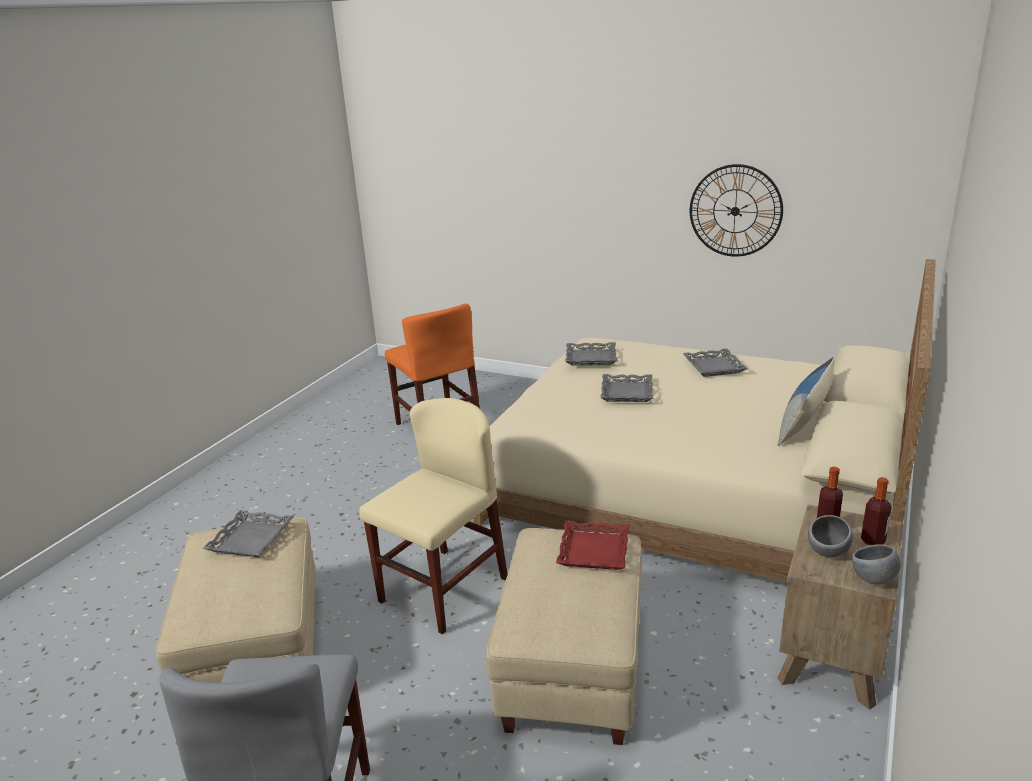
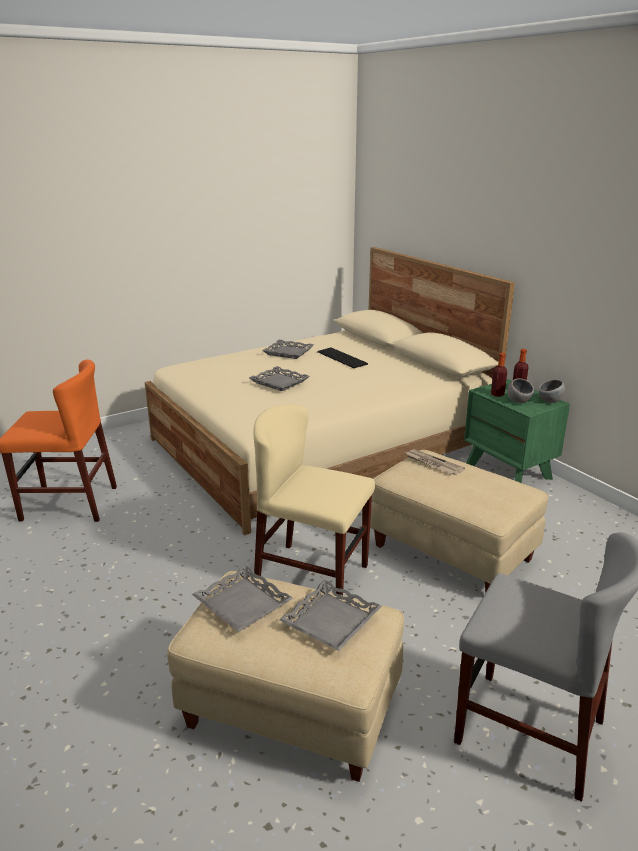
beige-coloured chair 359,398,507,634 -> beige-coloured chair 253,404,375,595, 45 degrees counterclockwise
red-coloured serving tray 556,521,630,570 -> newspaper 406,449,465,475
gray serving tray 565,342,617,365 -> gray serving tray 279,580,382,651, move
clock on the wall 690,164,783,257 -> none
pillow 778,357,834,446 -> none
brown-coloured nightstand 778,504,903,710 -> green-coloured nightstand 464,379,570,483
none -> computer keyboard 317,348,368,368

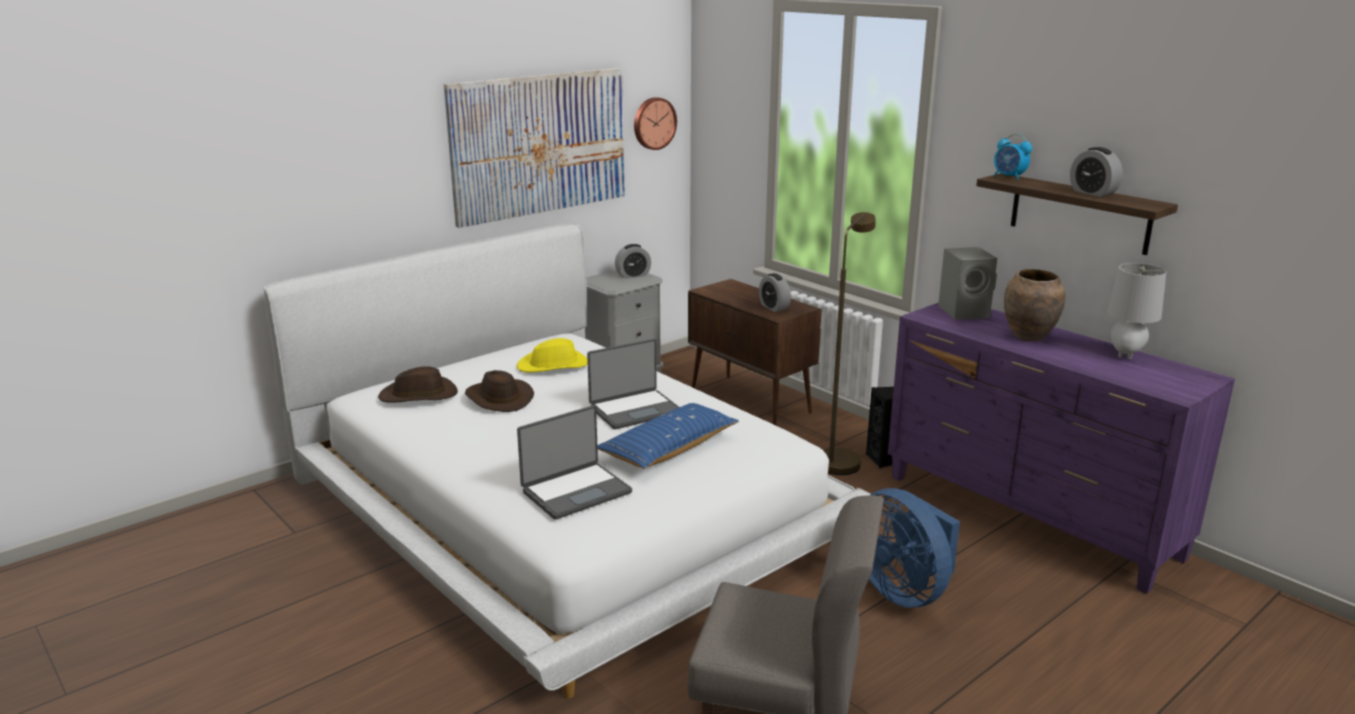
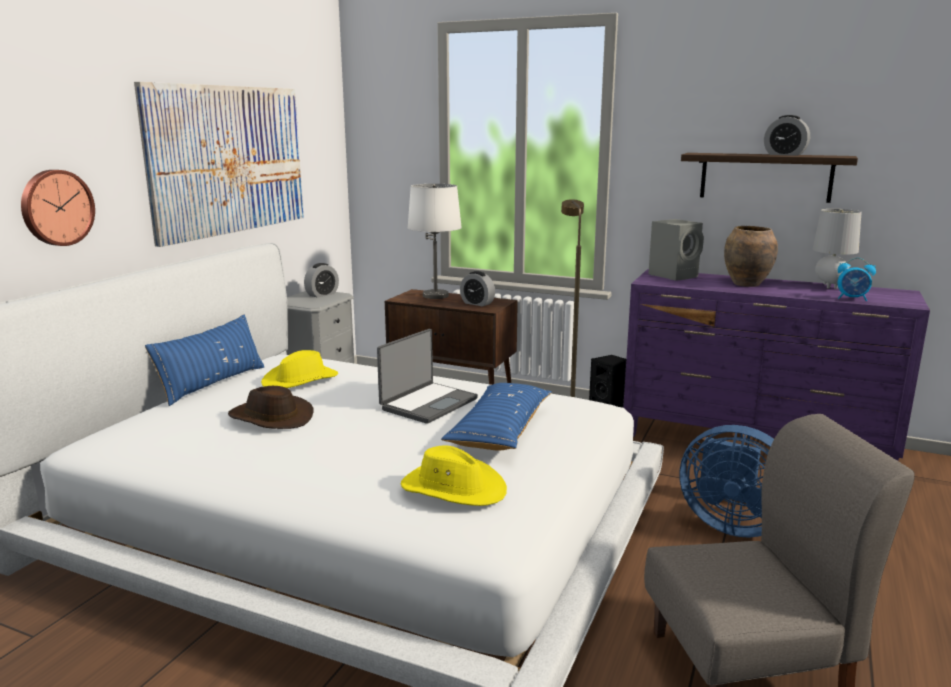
brown-coloured hat 378,366,458,403 -> none
laptop 517,405,632,520 -> yellowish hat 401,445,507,506
clock on the wall 634,97,677,150 -> clock on the wall 21,170,95,246, move
bedside clock 994,134,1032,180 -> bedside clock 838,258,876,301, move
none -> bluish pillow 145,314,264,406
none -> white table lamp 408,184,462,299

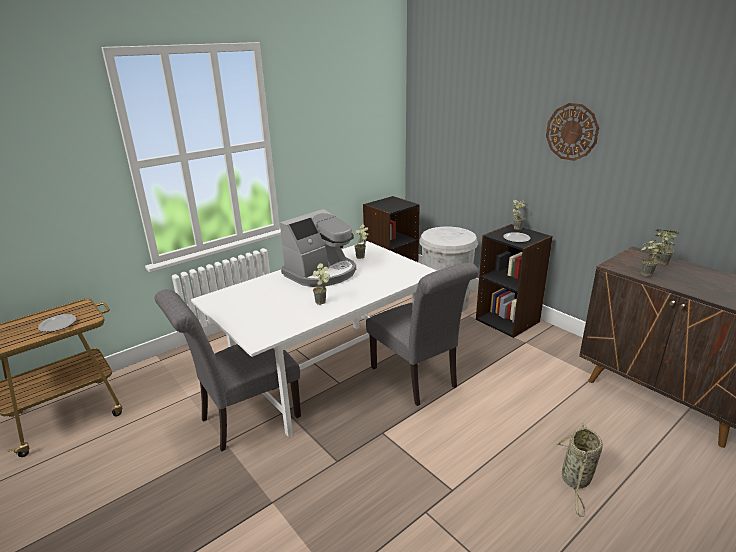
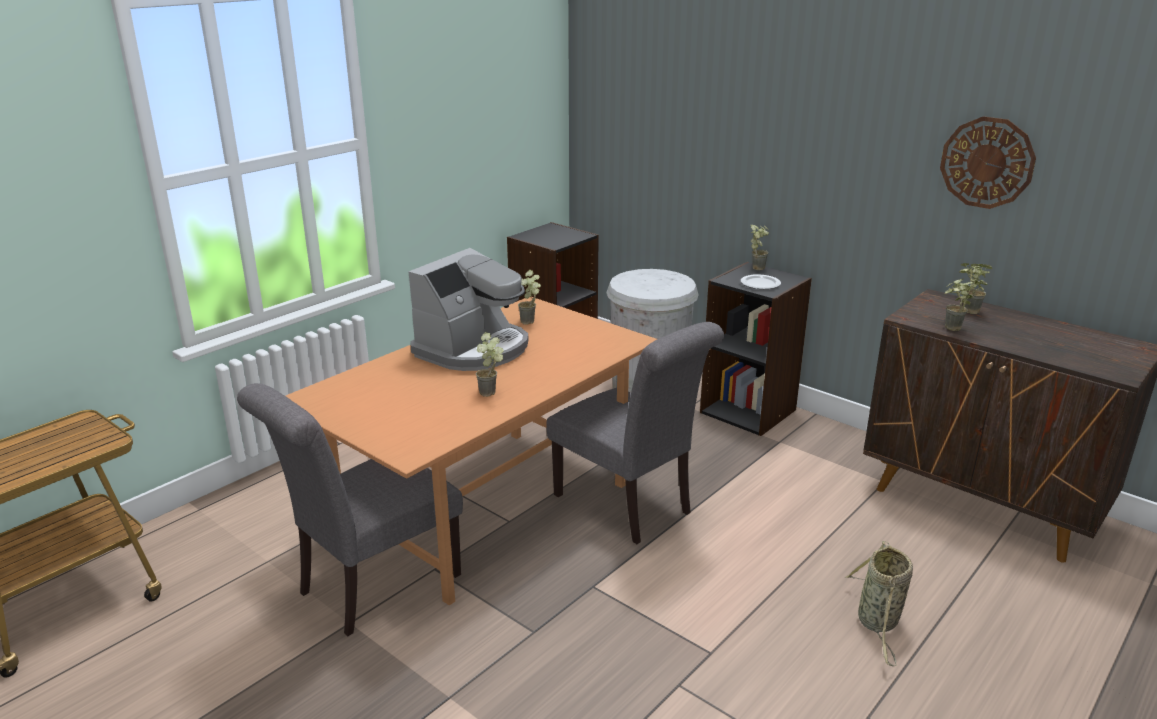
dinner plate 38,314,76,332 -> none
white dinner table 191,241,437,437 -> brown-coloured dinner table 286,297,657,606
clock on the wall 546,103,599,161 -> clock on the wall 940,116,1036,209, move

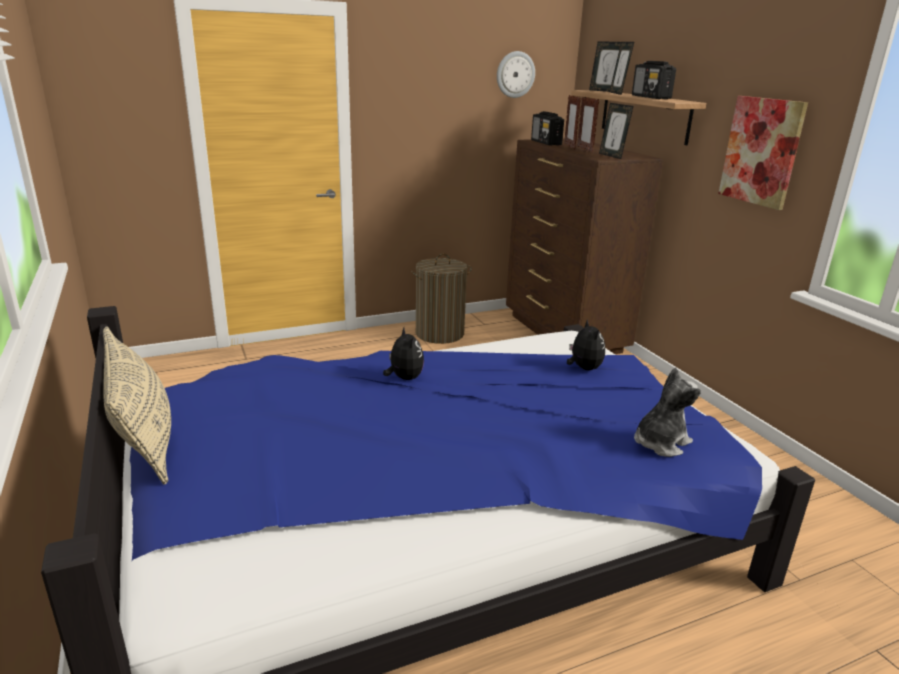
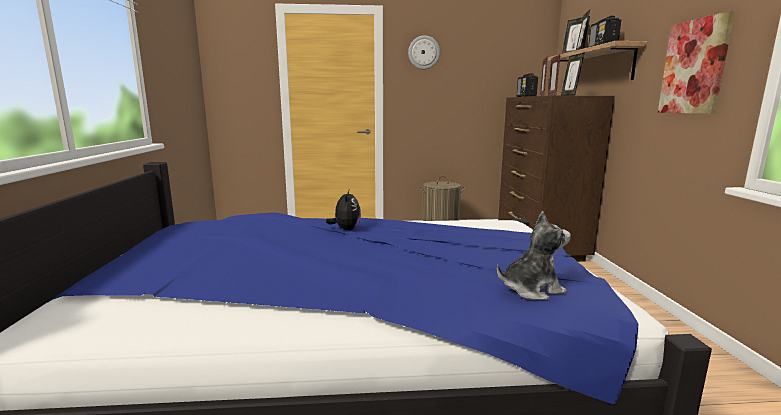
beige-coloured pillow 103,326,171,485 -> none
clock on the wall 497,51,535,98 -> clock on the wall 408,35,440,69, move
plush toy 567,319,605,370 -> none

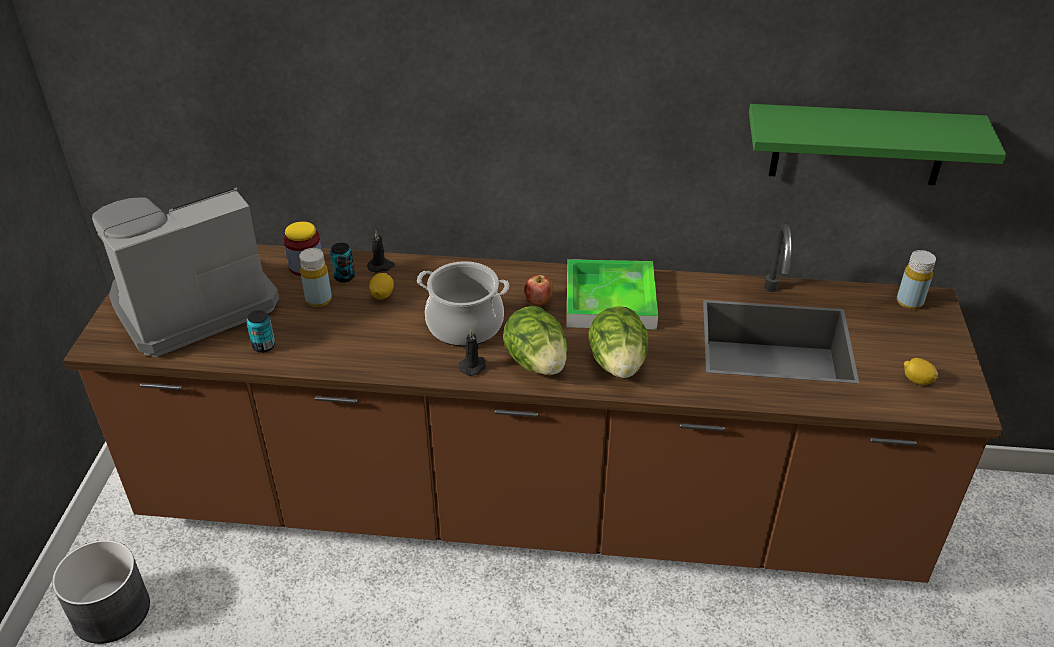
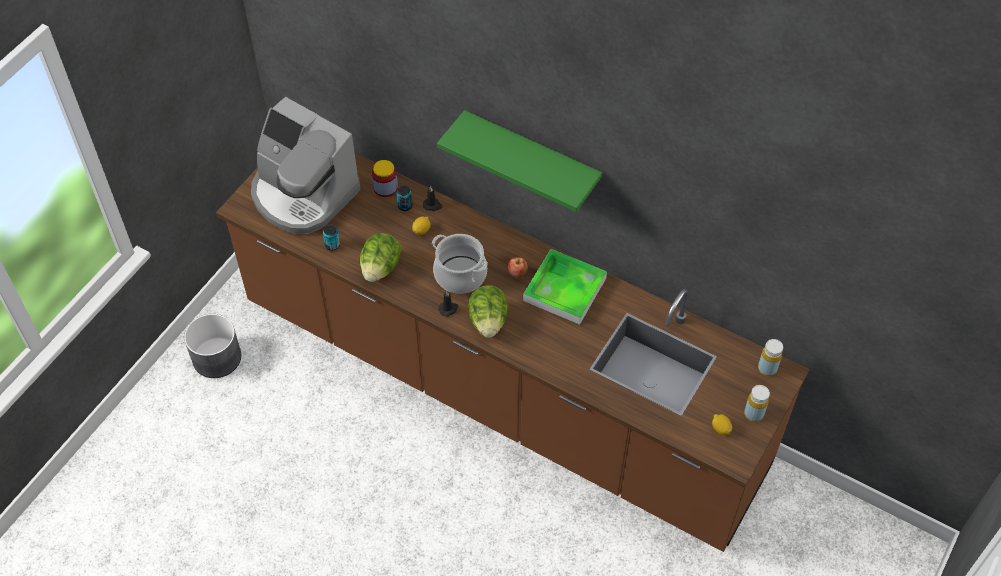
coffee maker 92,188,279,357 -> coffee maker 251,97,361,234, 135 degrees counterclockwise
yellowish beverage bottle 299,248,332,307 -> yellowish beverage bottle 744,385,770,422, move
lettuce 588,306,648,378 -> lettuce 360,233,402,282, move
green-coloured wall shelf 749,104,1006,185 -> green-coloured wall shelf 437,110,602,212, move

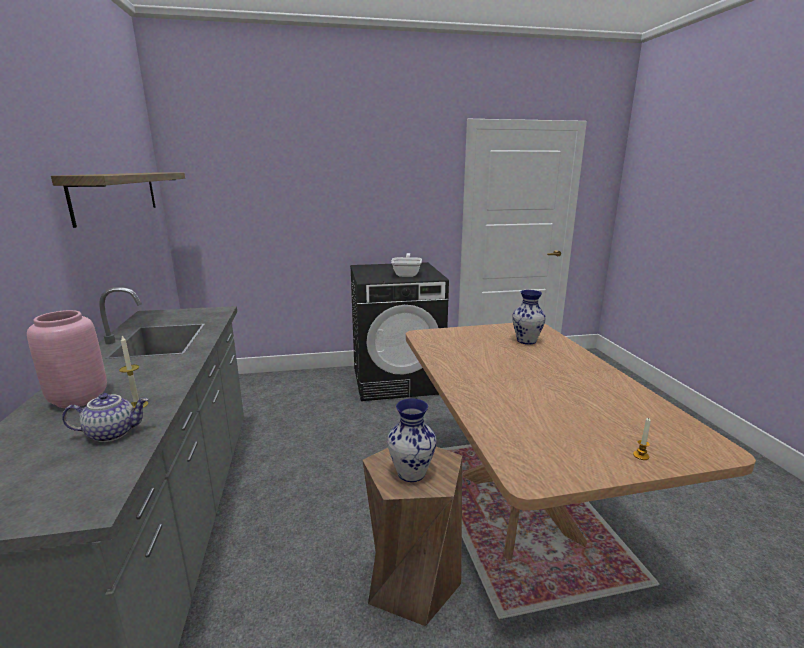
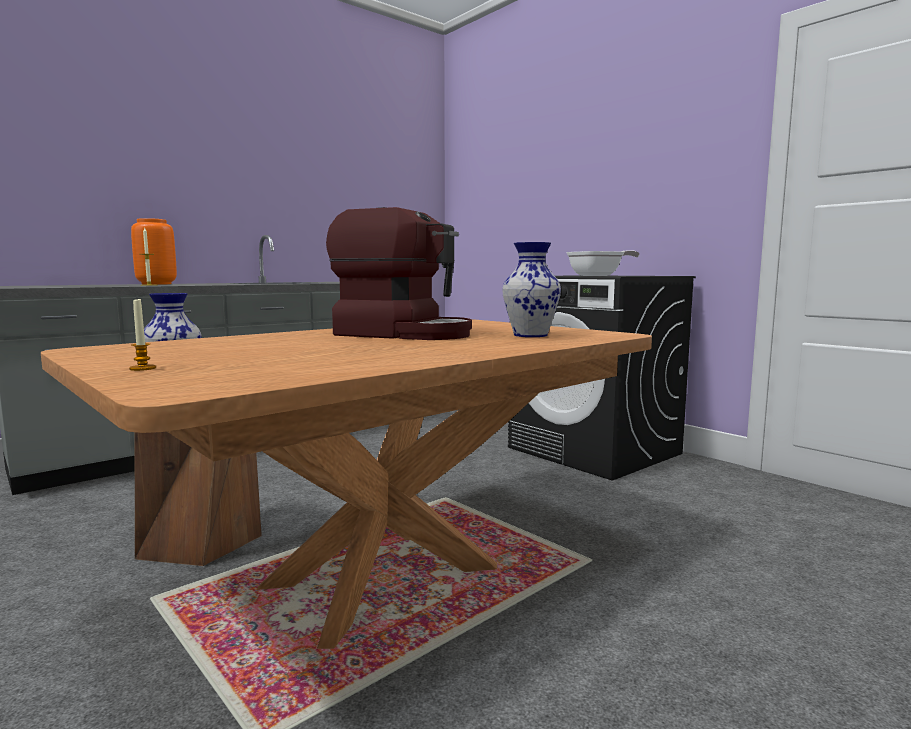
pink vase 27,310,107,408 -> orangey vase 131,218,177,285
wall shelf 51,173,185,228 -> none
teapot 62,393,149,442 -> none
none -> coffee maker 326,207,472,340

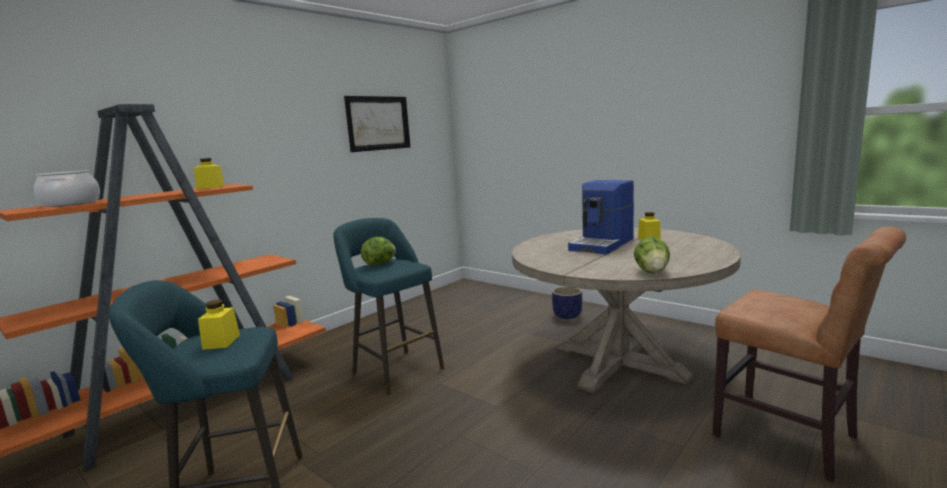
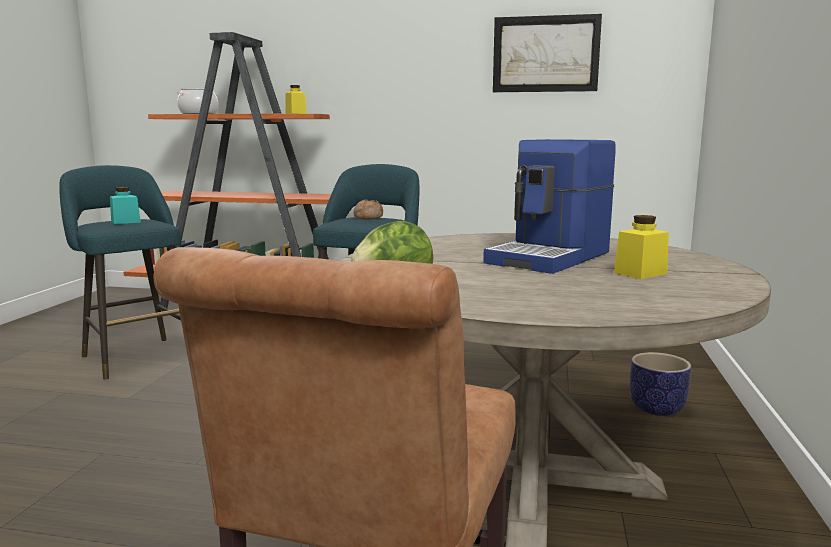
yellowish preserve jar 198,300,240,350 -> blue-green preserve jar 110,187,141,224
lettuce 361,237,396,265 -> bread 353,200,383,220
coffee maker 568,180,634,255 -> coffee maker 483,139,616,274, 60 degrees counterclockwise

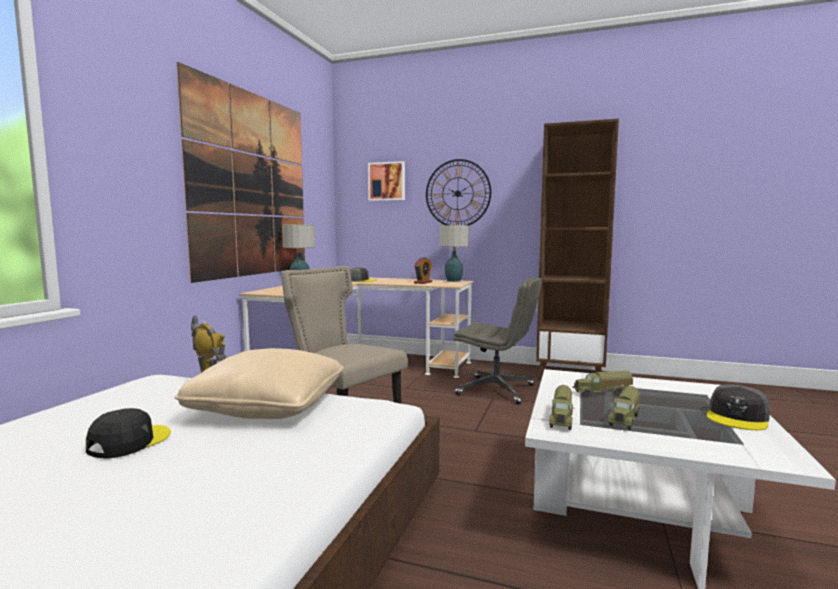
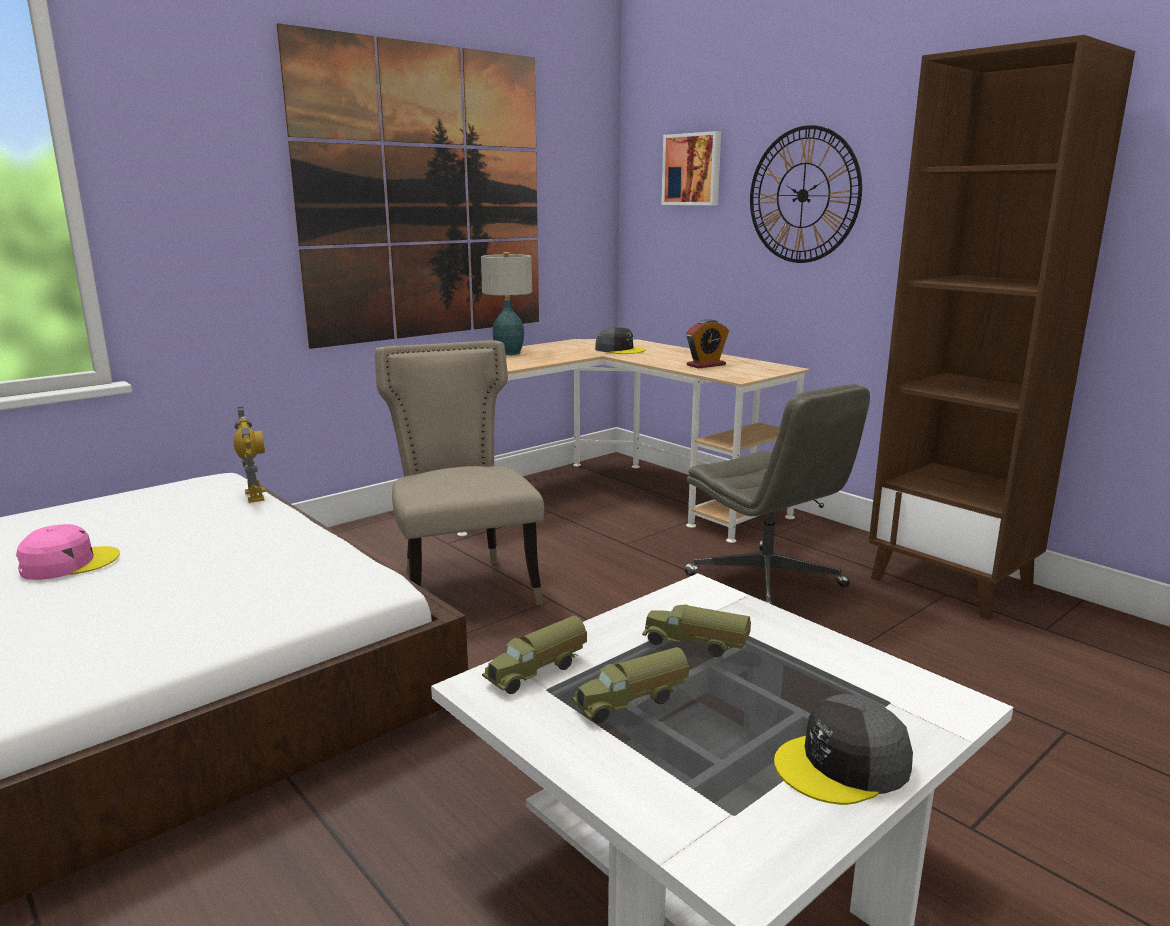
black-coloured baseball cap 86,408,171,459 -> pink baseball cap 16,524,120,580
beige-coloured pillow 175,348,344,419 -> none
table lamp 440,223,469,282 -> none

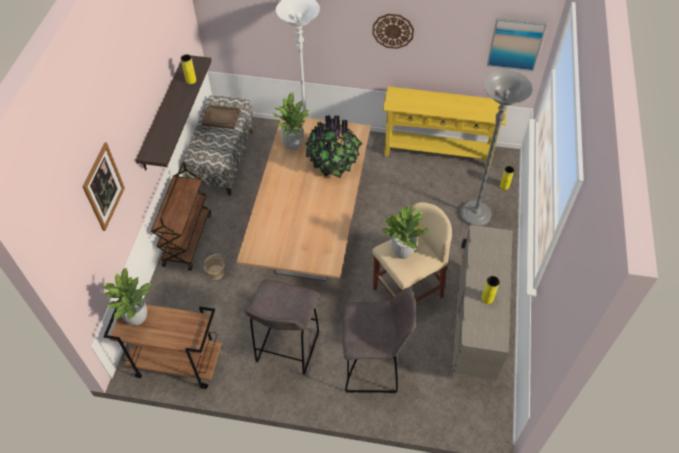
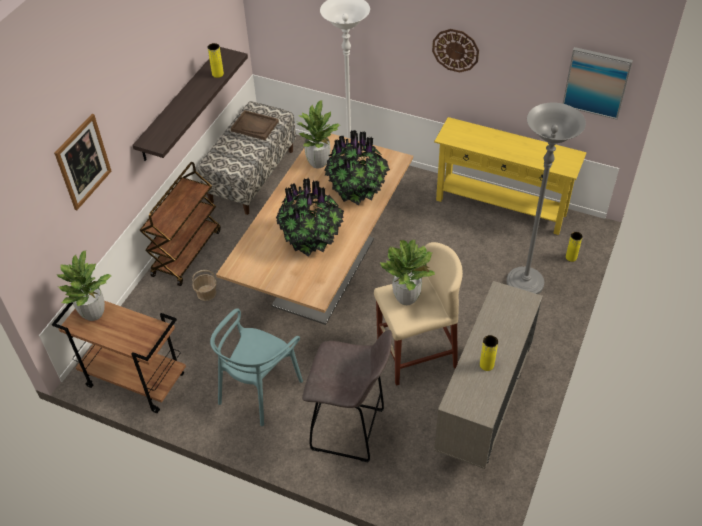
gray sitting stool 244,279,320,375 -> blue-green chair 210,308,303,426
none -> plant in a pot 276,178,344,257

